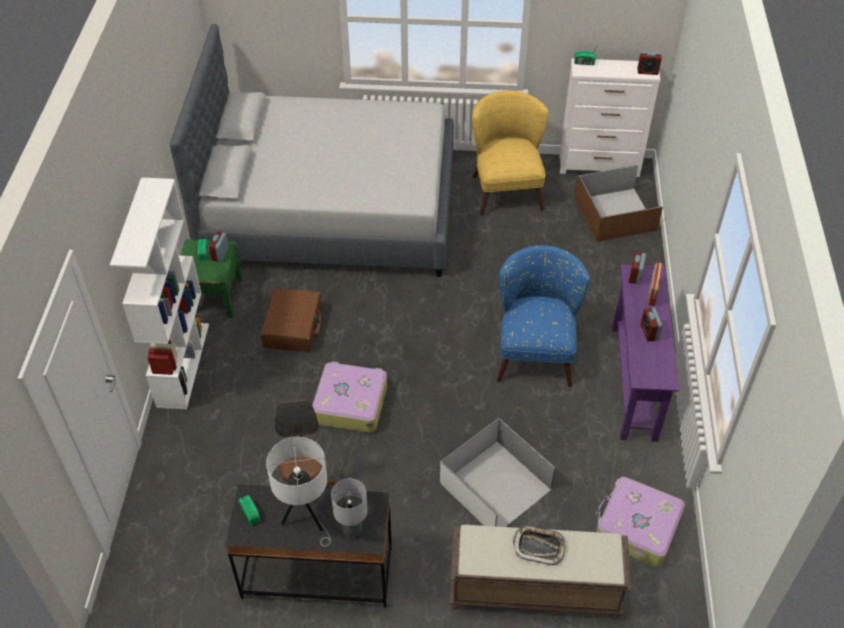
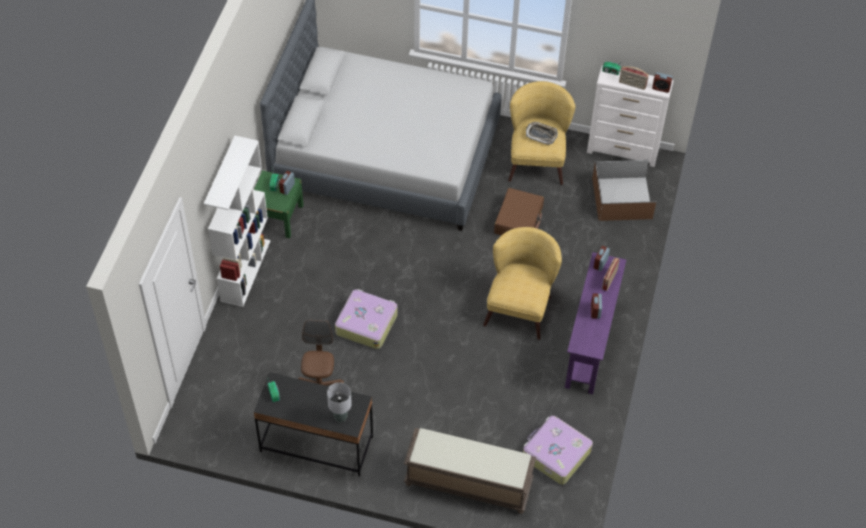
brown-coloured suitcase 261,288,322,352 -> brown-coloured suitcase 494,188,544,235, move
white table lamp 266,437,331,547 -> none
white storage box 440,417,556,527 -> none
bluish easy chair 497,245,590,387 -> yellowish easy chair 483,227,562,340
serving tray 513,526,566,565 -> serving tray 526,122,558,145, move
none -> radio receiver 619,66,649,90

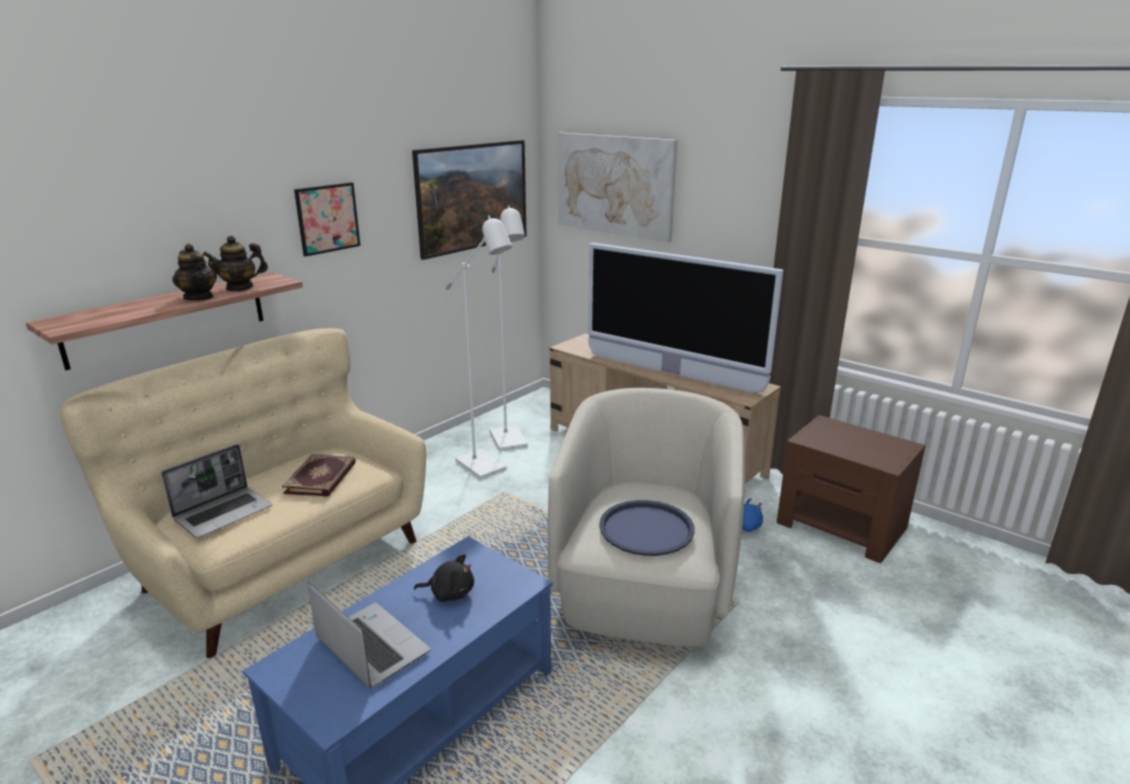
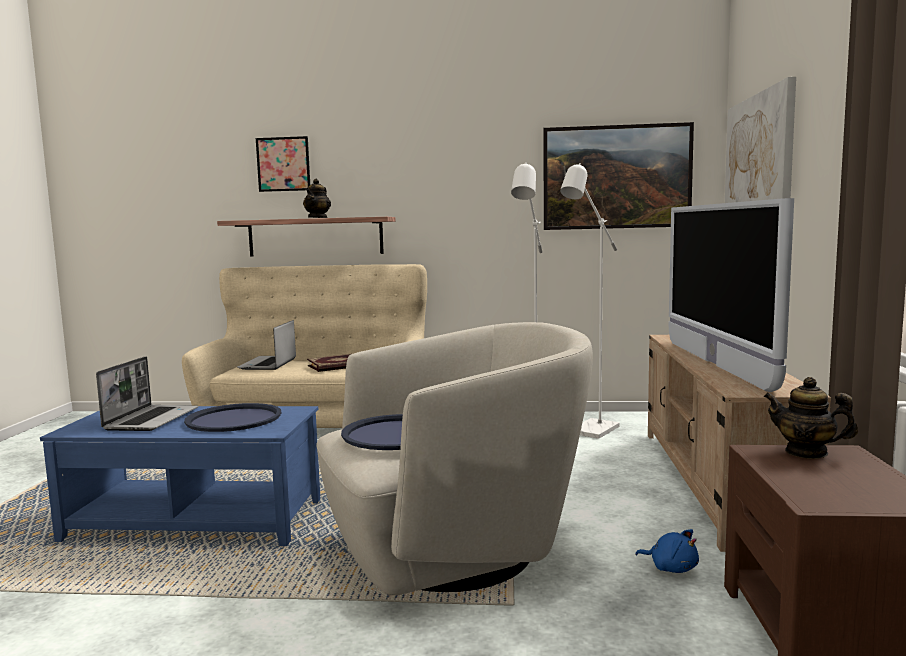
laptop 161,444,272,538 -> laptop 237,320,296,370, 90 degrees clockwise
teapot 203,236,268,291 -> teapot 764,377,858,459, move
wall art 294,182,360,257 -> wall art 256,136,310,192, move
black-coloured plush toy 414,554,474,602 -> bluish serving tray 184,403,281,432

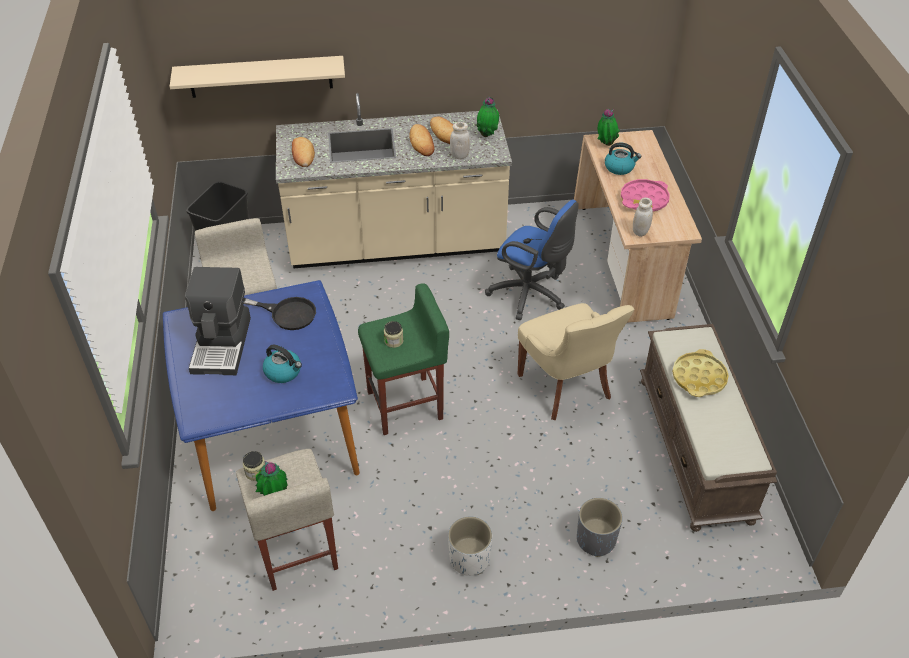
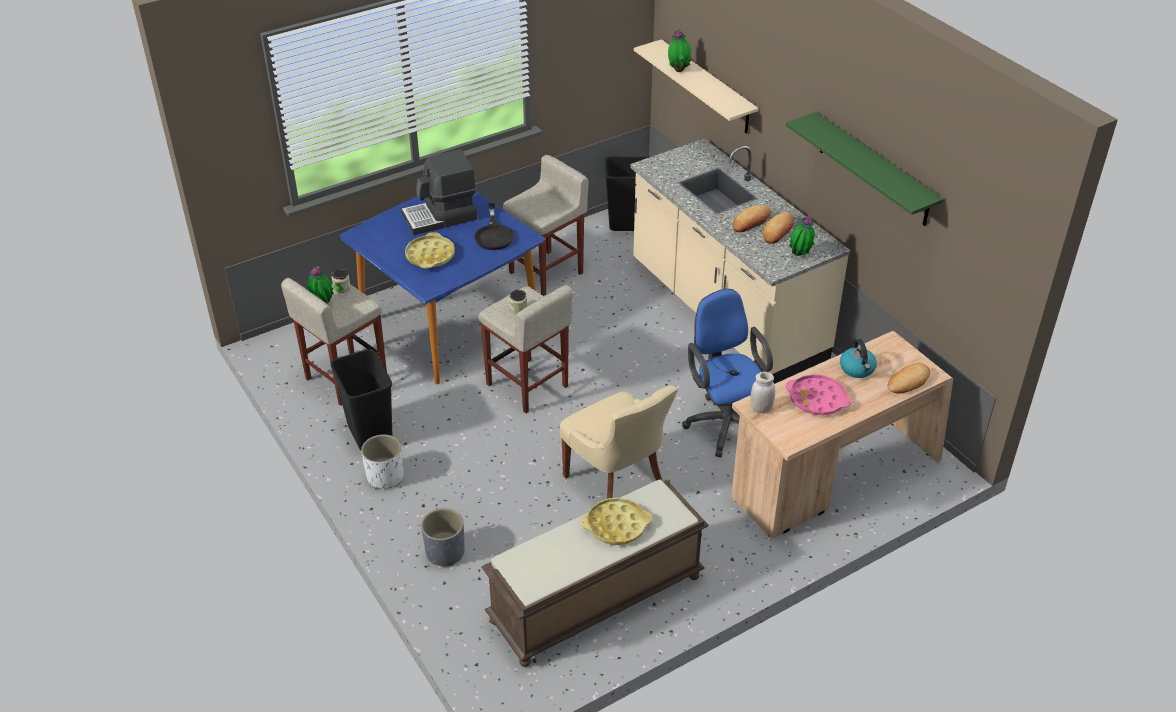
kettle 263,345,302,383 -> yellowish serving tray 405,232,455,268
bread 292,137,315,167 -> bread 888,363,930,393, move
green-coloured sitting stool 358,283,449,435 -> beige-coloured sitting stool 478,285,573,413
white preserve jar 450,122,470,159 -> none
bluish desk chair 485,200,579,320 -> bluish desk chair 682,289,773,457, 150 degrees clockwise
beige-coloured chair 518,303,635,420 -> beige-coloured chair 559,385,678,499, 75 degrees counterclockwise
plant in a pot 598,109,620,146 -> plant in a pot 668,30,693,72, move
none -> black-coloured rubbish bin 331,349,392,450
none -> green-coloured wall shelf 785,112,944,226

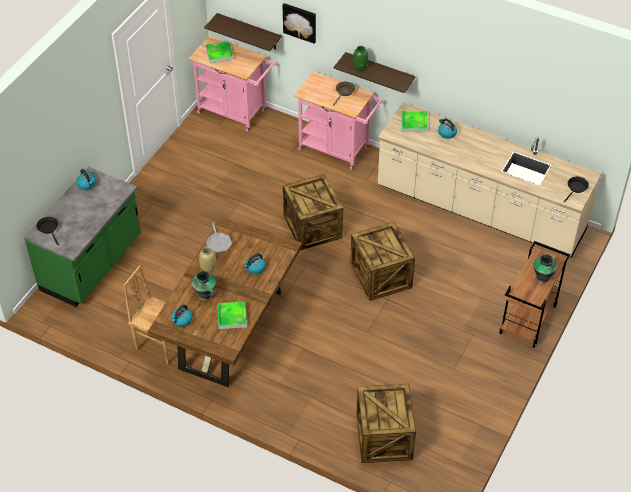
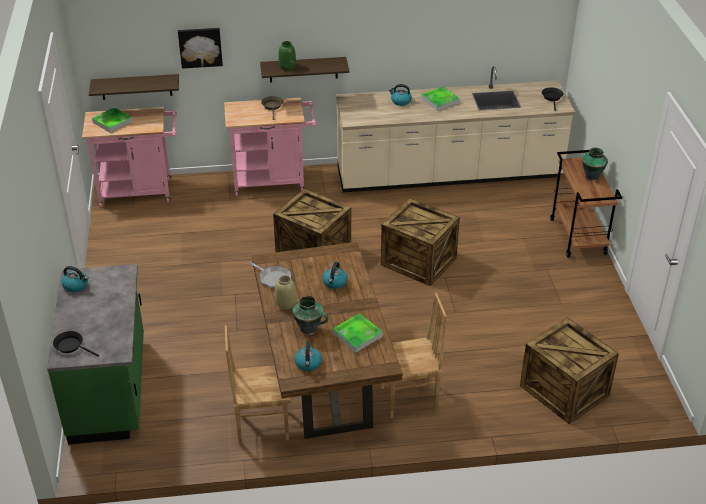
serving tray 402,111,427,132 -> serving tray 421,87,460,111, move
none -> brown-coloured chair 381,292,447,418

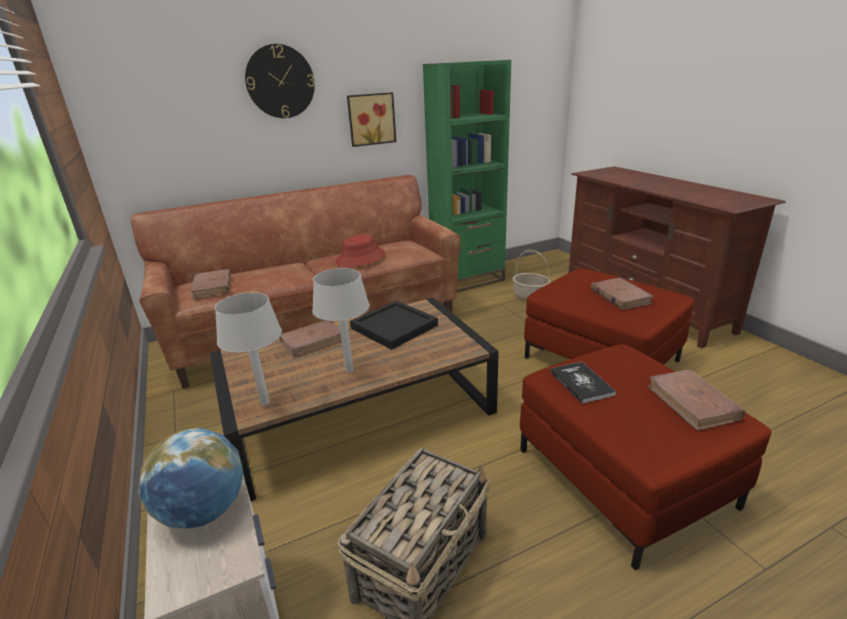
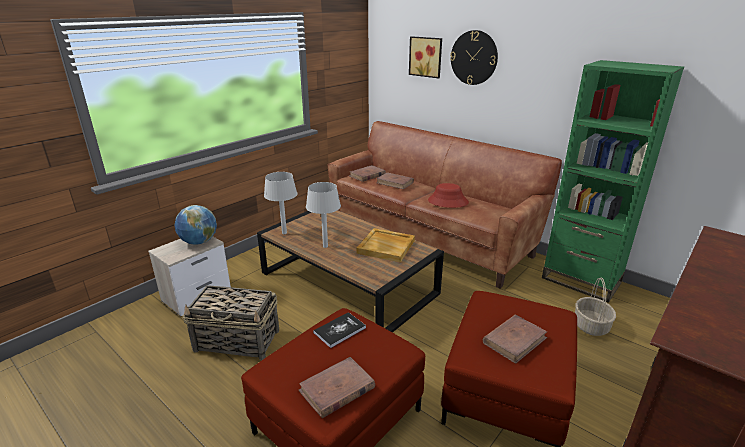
brown-coloured book 279,320,341,358 -> brown-coloured book 376,172,414,189, move
wall art 347,92,396,147 -> wall art 409,36,442,78, move
black-coloured serving tray 350,301,438,350 -> beige-coloured serving tray 357,228,415,262

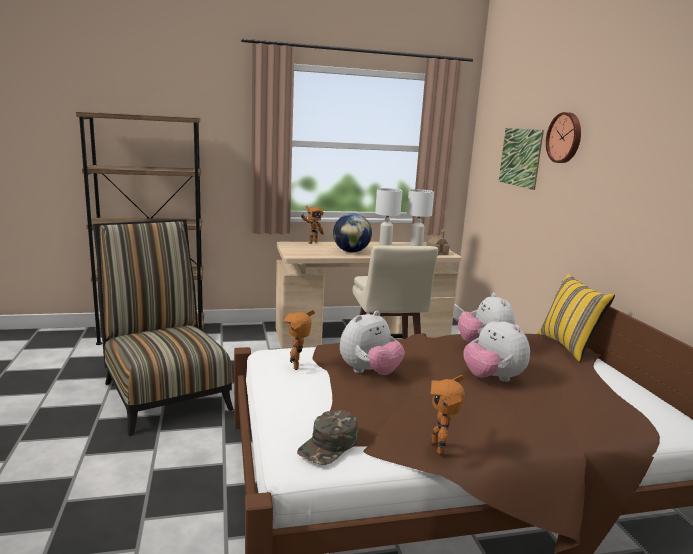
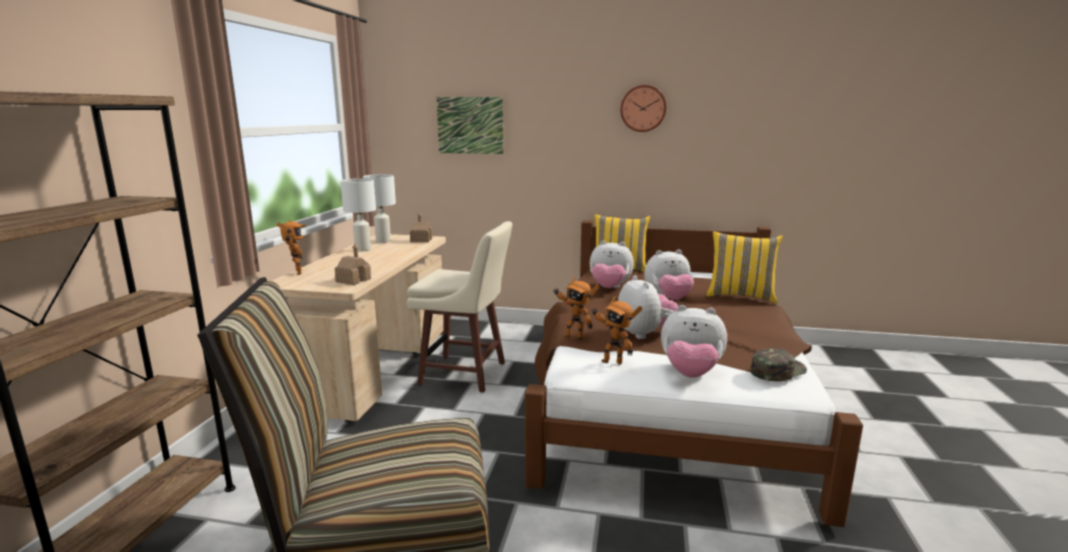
green-coloured baseball cap 297,410,358,465 -> green-coloured baseball cap 750,348,807,382, 90 degrees counterclockwise
world globe 333,213,372,252 -> none
toy robot 430,375,465,455 -> toy robot 553,277,600,338, move
clock on the wall 546,112,581,163 -> clock on the wall 620,85,666,132, move
none -> miniature house 335,243,371,285
none -> plush toy 661,305,727,378
none -> yellowish pillow 706,231,783,303

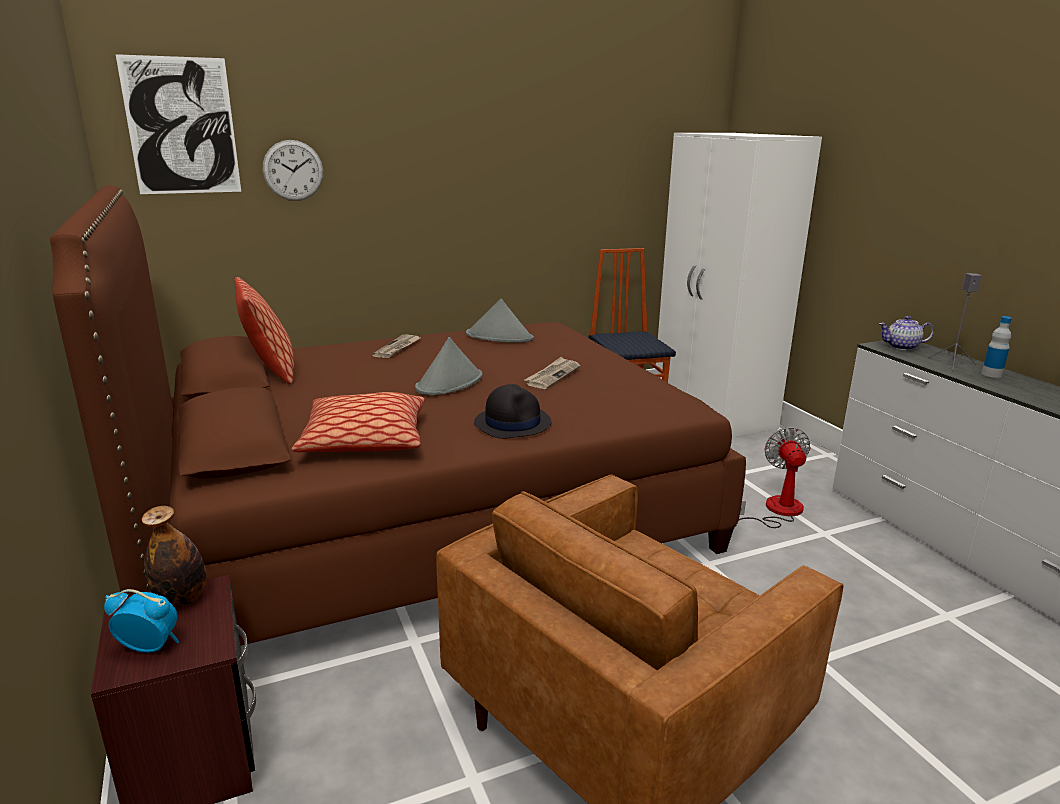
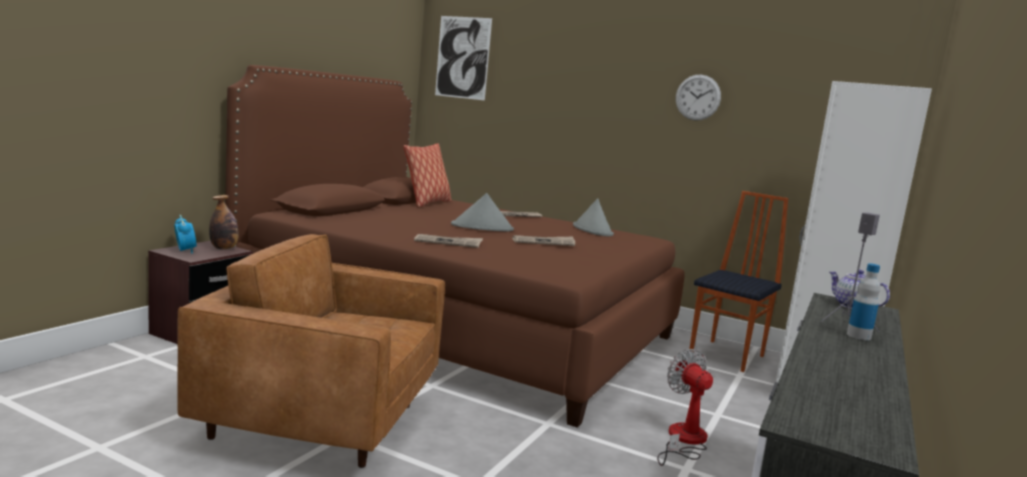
clock on the wall 263,140,323,201 -> clock on the wall 676,75,721,120, move
pillow 291,392,425,452 -> none
black-coloured hat 474,384,552,439 -> newspaper 414,234,483,248
fan 734,427,811,528 -> fan 657,349,713,466, 75 degrees counterclockwise

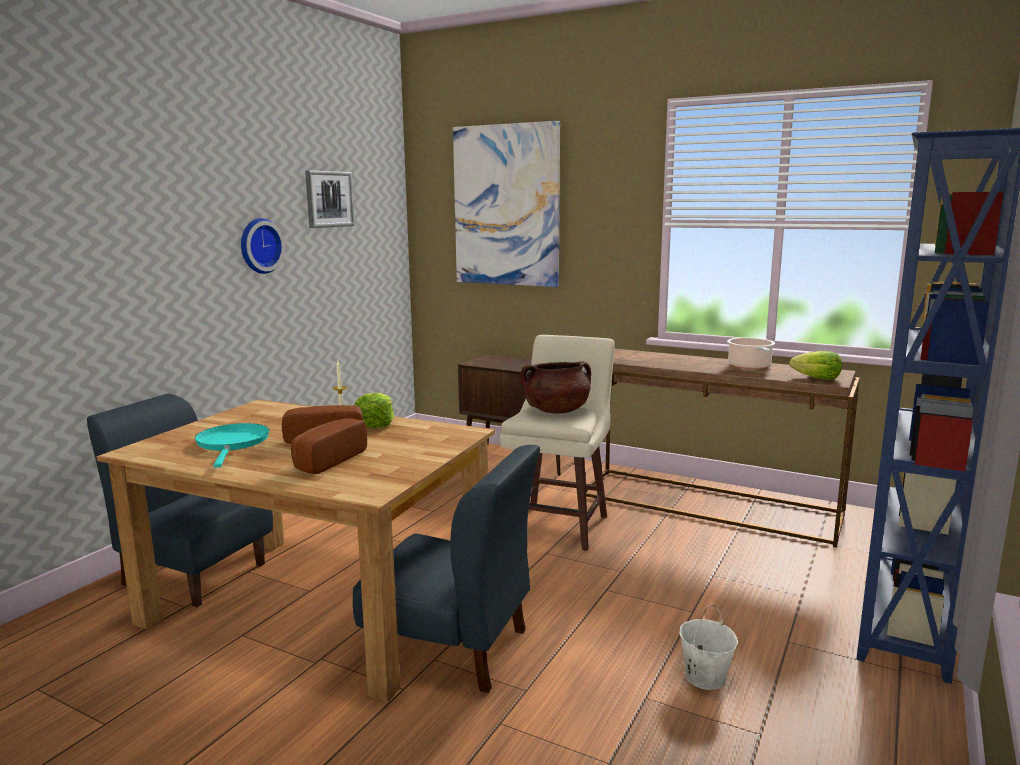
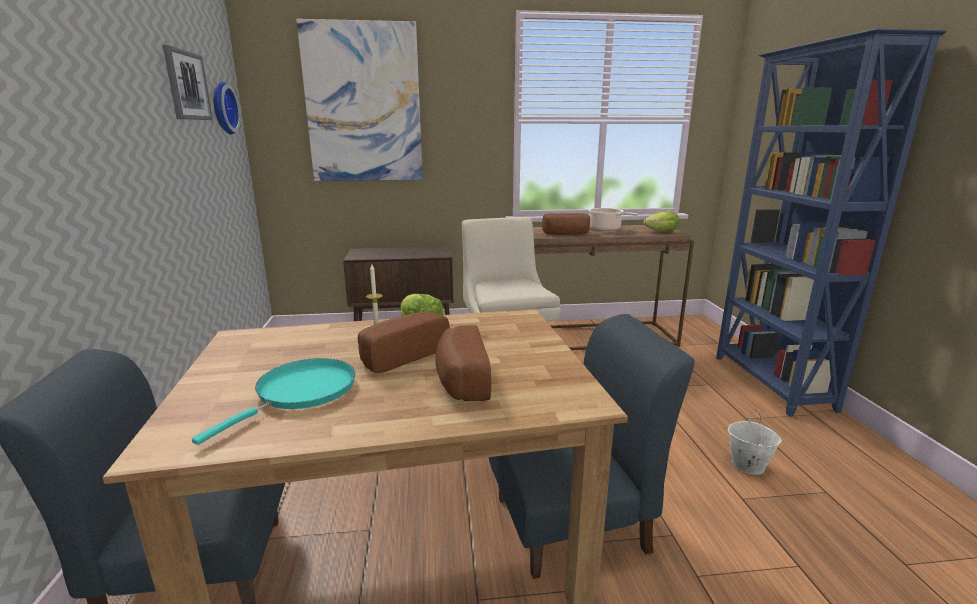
blue-green pan 195,423,269,467 -> blue-green pan 192,358,355,445, 75 degrees clockwise
clock on the wall 241,218,285,274 -> clock on the wall 213,82,241,135, move
brown-coloured cooking pot 520,362,591,414 -> none
none -> bread 542,213,590,235

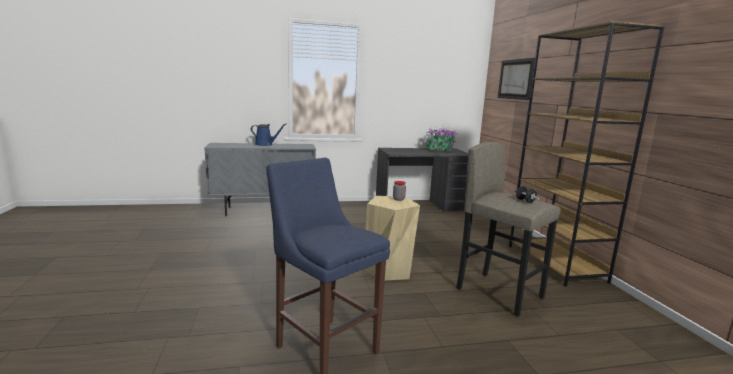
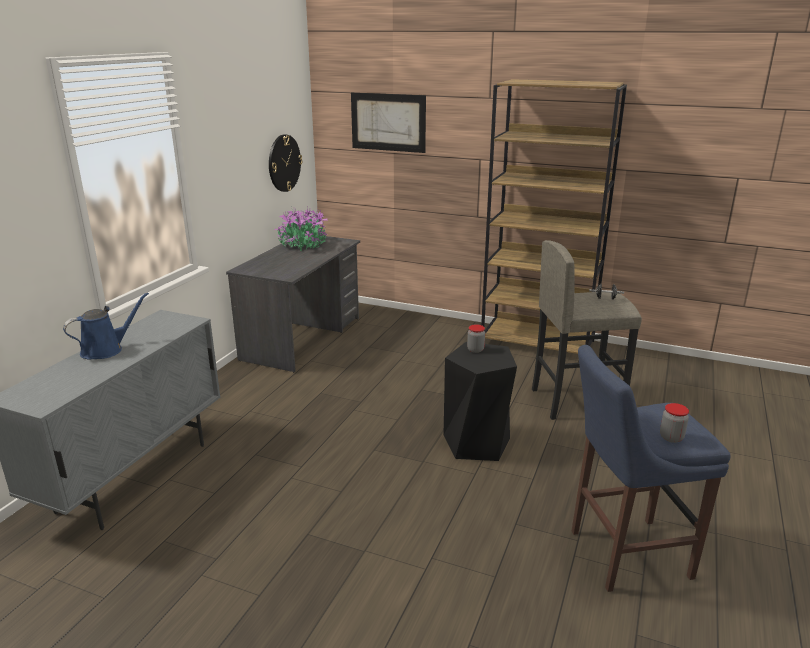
beige-coloured sitting stool 365,196,420,280 -> black-coloured sitting stool 444,342,517,461
none -> clock on the wall 269,134,302,192
none -> preserve jar 660,403,689,443

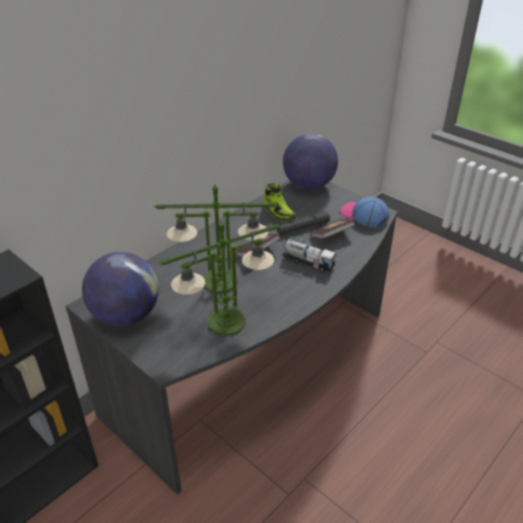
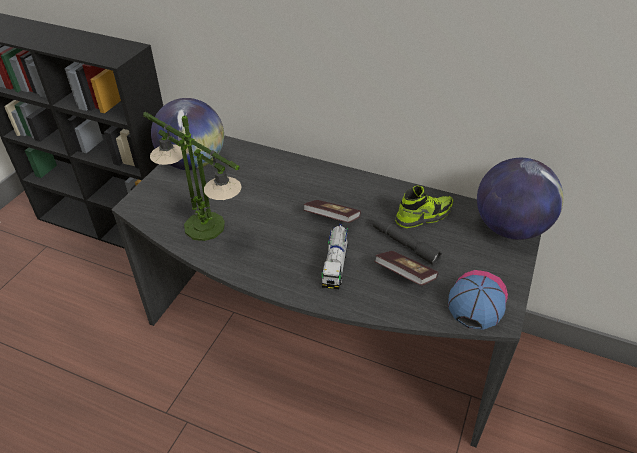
table lamp 154,185,277,293 -> none
low shoe 263,183,296,222 -> low shoe 395,185,454,228, 150 degrees counterclockwise

